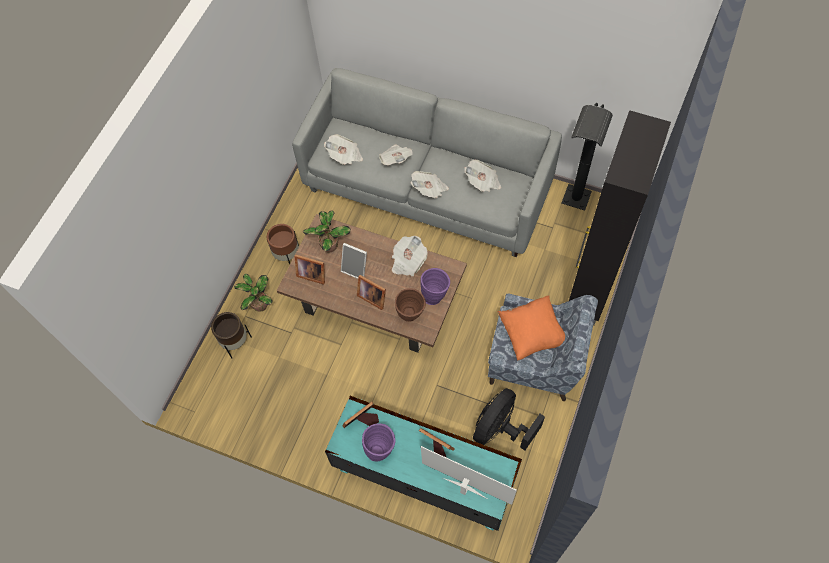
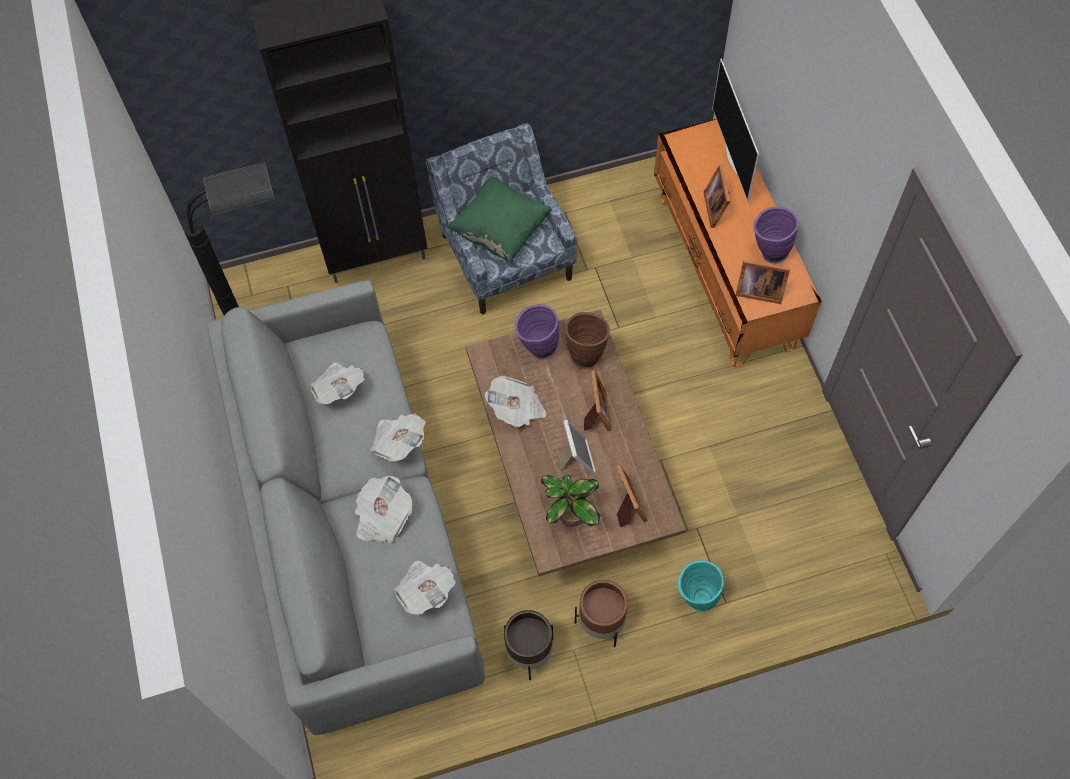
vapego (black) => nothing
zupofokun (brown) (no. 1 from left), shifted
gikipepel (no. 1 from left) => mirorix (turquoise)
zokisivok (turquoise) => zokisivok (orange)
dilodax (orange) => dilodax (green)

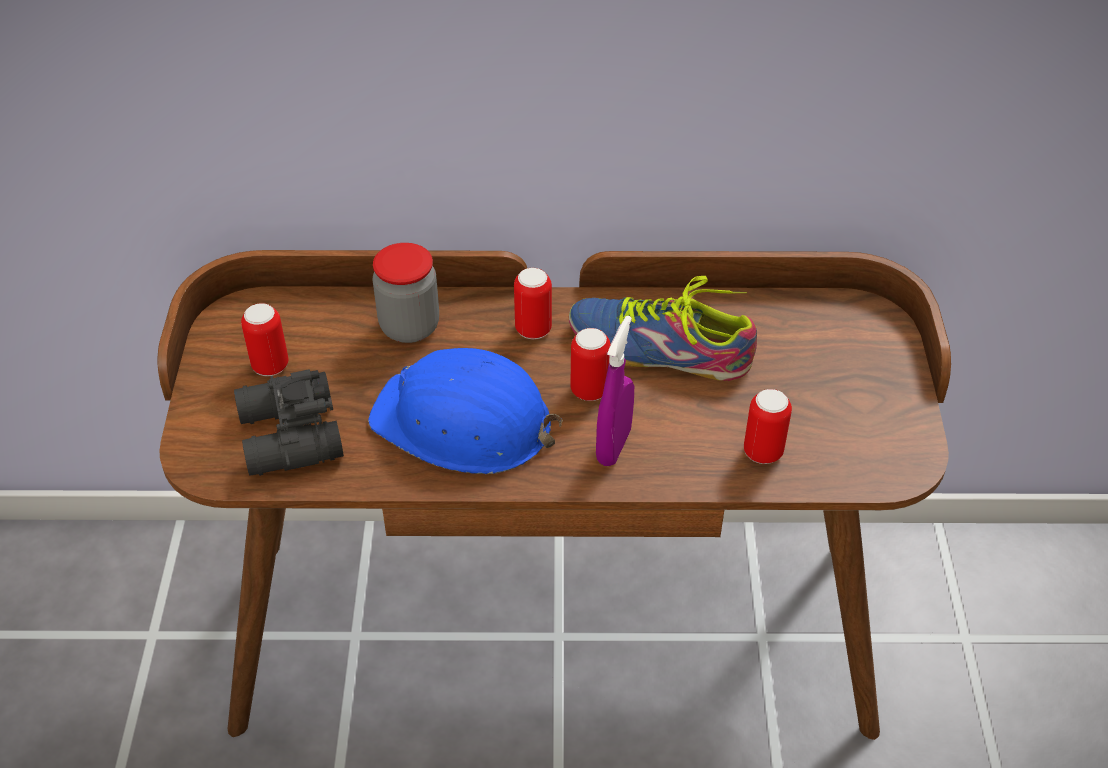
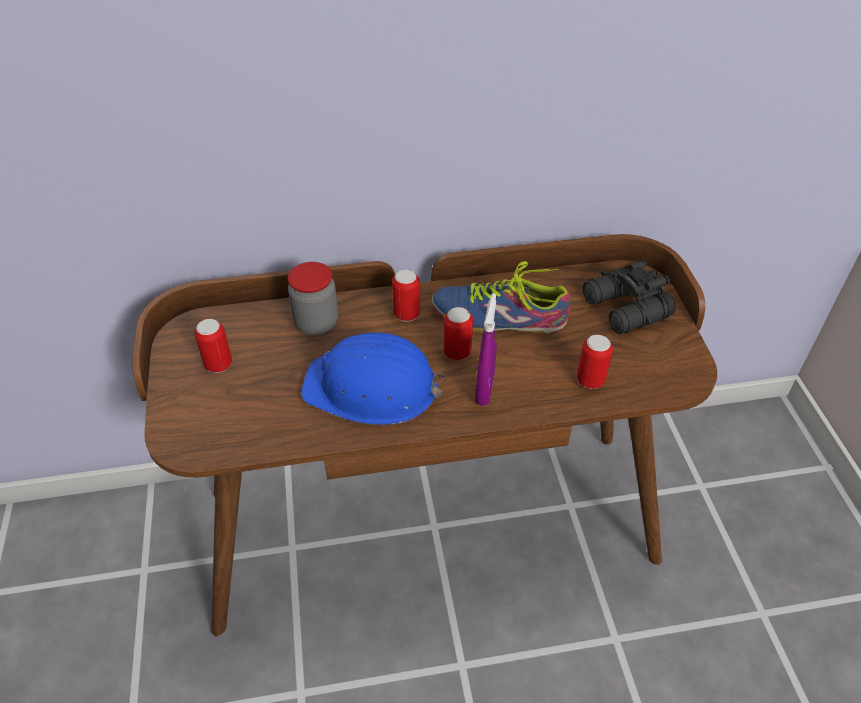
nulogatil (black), shifted

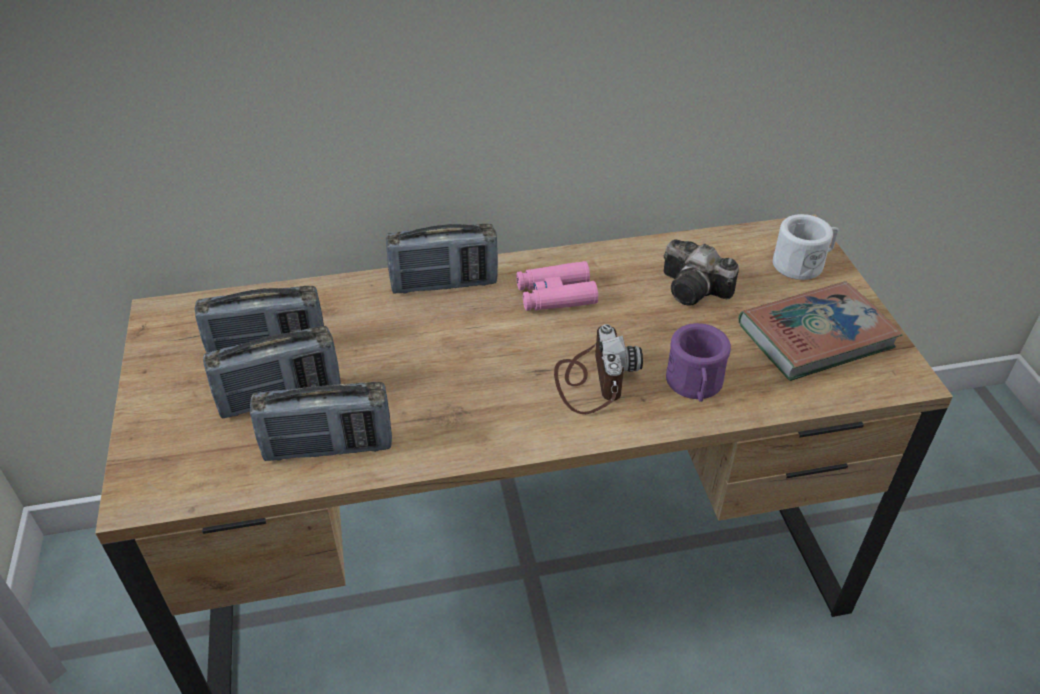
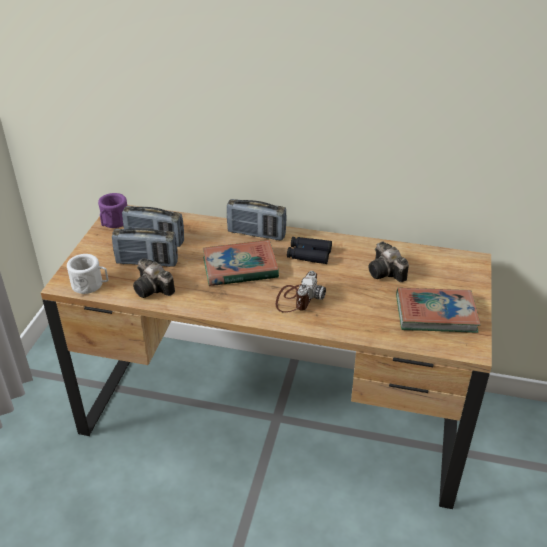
nothing => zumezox (no. 1 from left)
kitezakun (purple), shifted
kitezakun (white), shifted
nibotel (no. 3 from left) => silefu (no. 1 from left)
nulogatil (pink) => nulogatil (black)

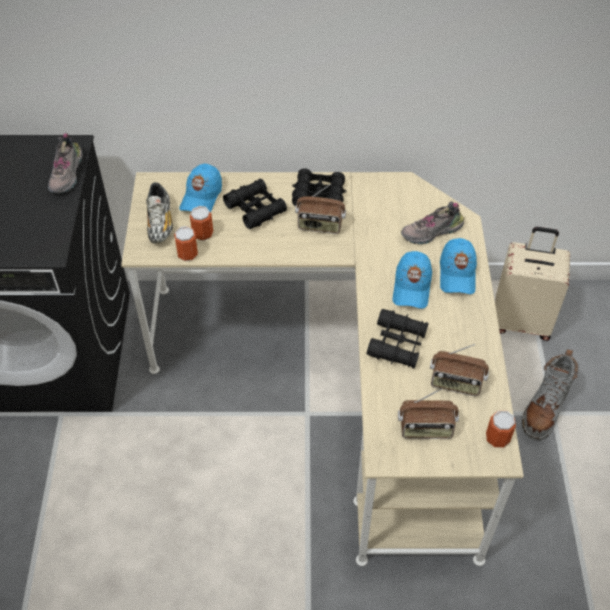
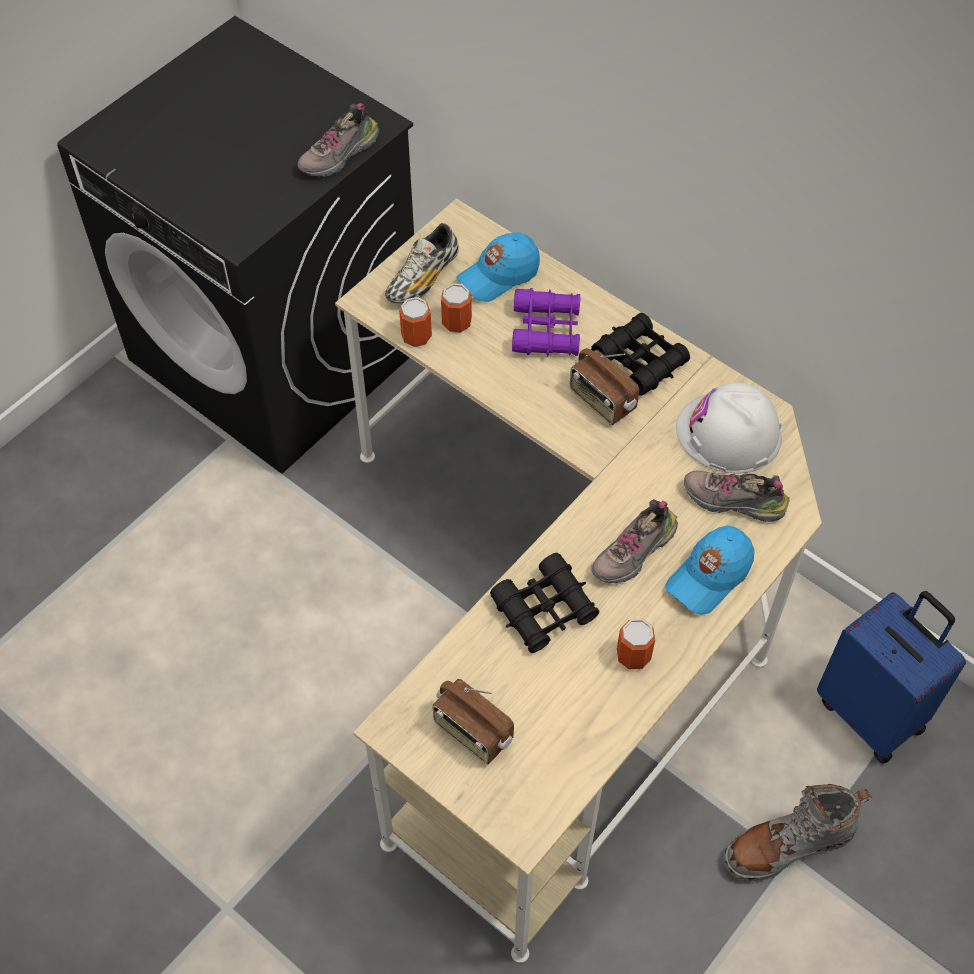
nibotel (no. 3 from left) => nothing
nothing => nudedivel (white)
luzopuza (no. 3 from left), shifted
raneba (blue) (no. 2 from left) => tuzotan (no. 3 from left)
nulogatil (black) (no. 1 from left) => nulogatil (purple)
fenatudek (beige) => fenatudek (blue)

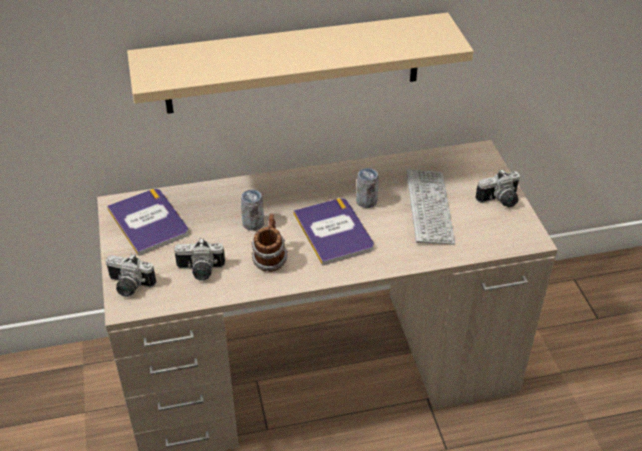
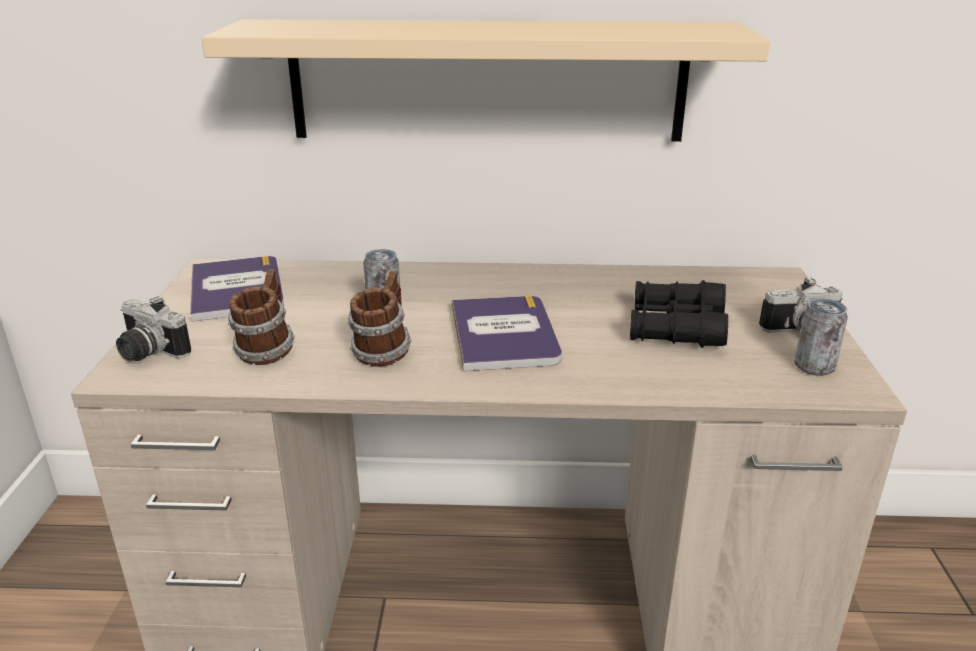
luzopuza (no. 2 from left), shifted
silefu (no. 2 from left) => kitezakun (no. 1 from left)
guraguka => nulogatil (black)

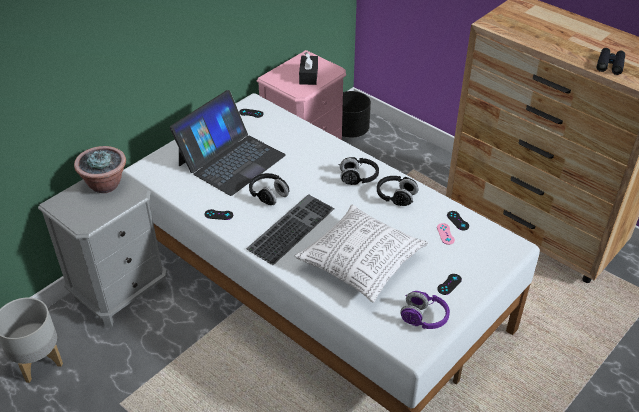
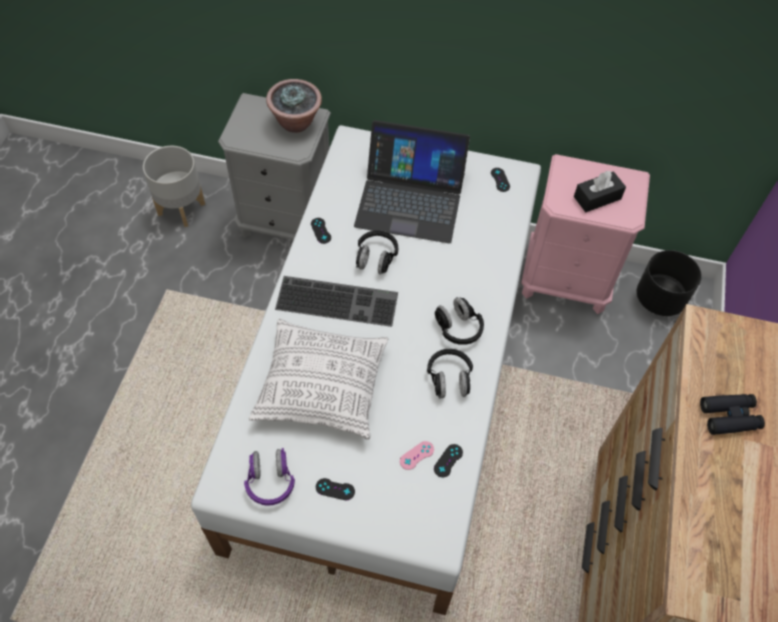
nulogatil (black), shifted

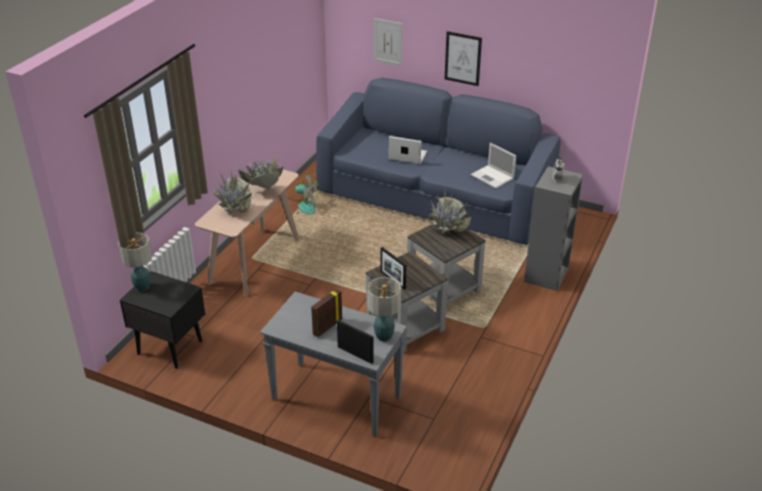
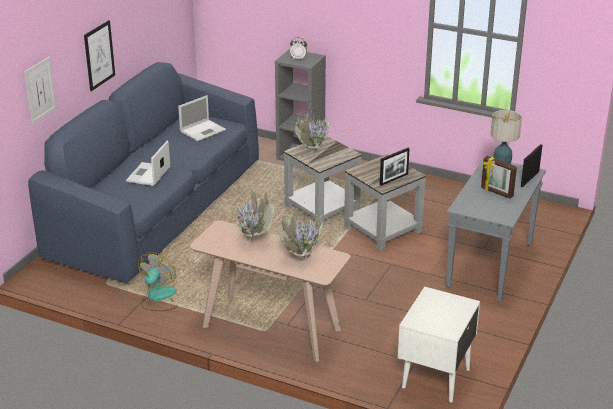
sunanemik (no. 1 from left) => nothing
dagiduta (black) => dagiduta (white)

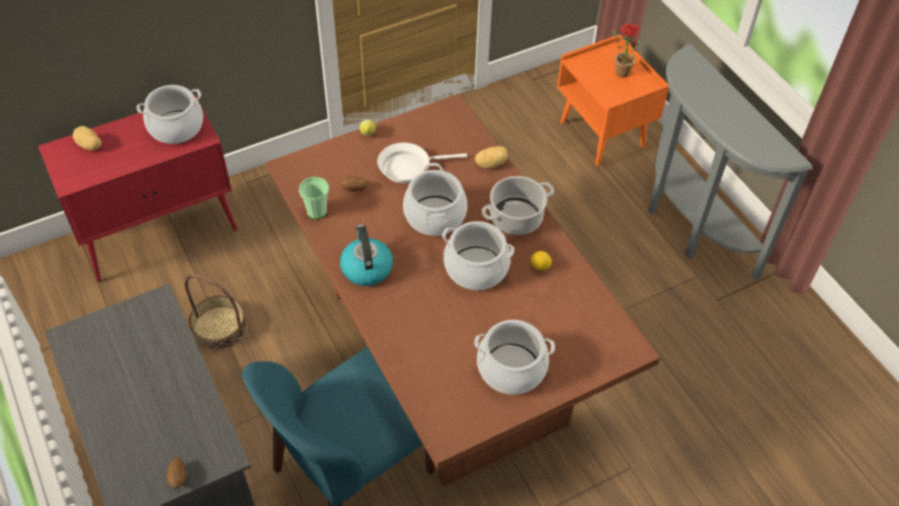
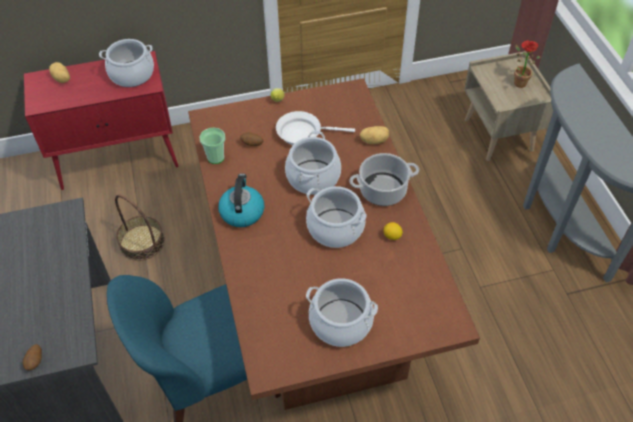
dagiduta (orange) => dagiduta (beige)

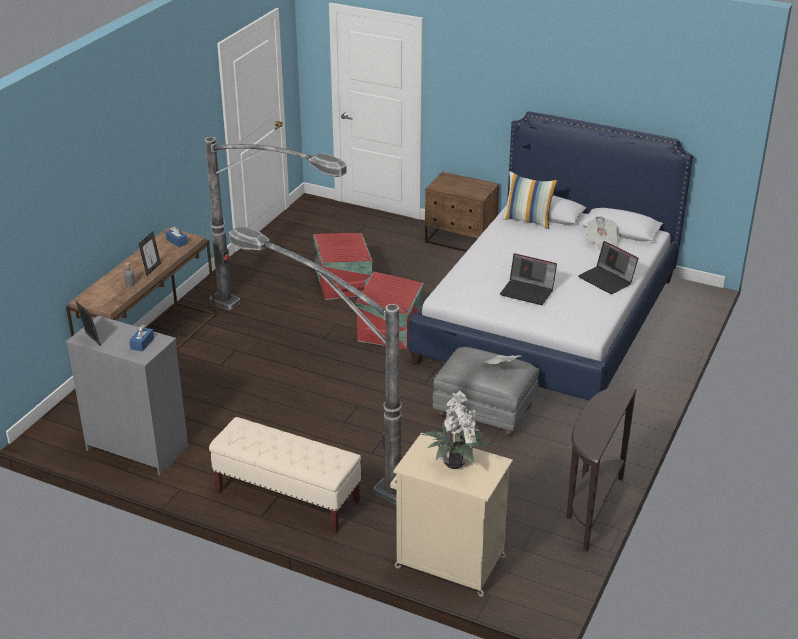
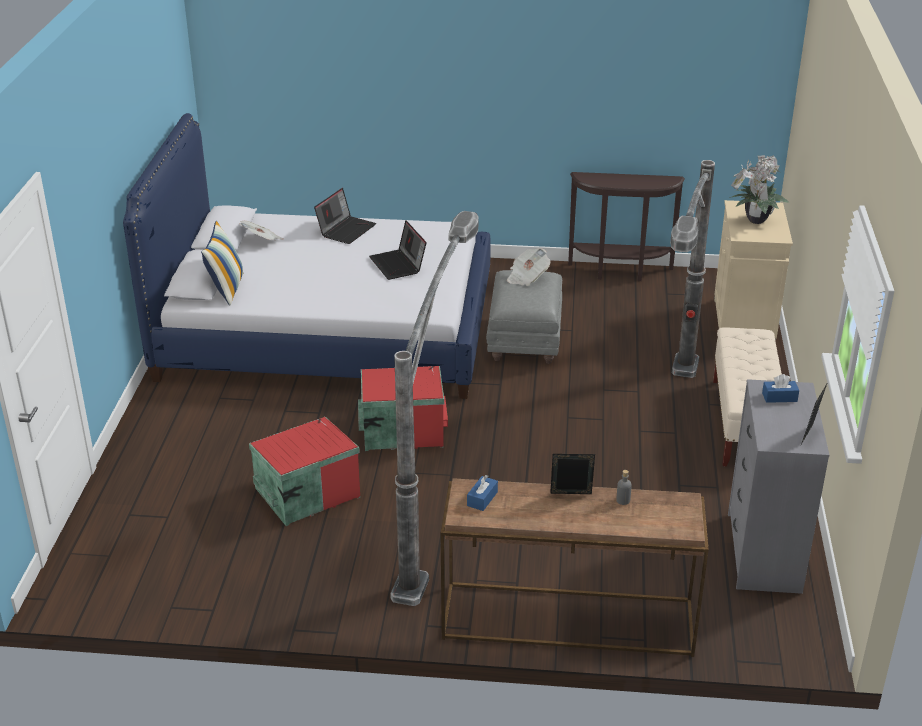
dagiduta (brown) => nothing
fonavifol (no. 1 from left in the first image) => fonavifol (no. 2 from left), 150 degrees clockwise

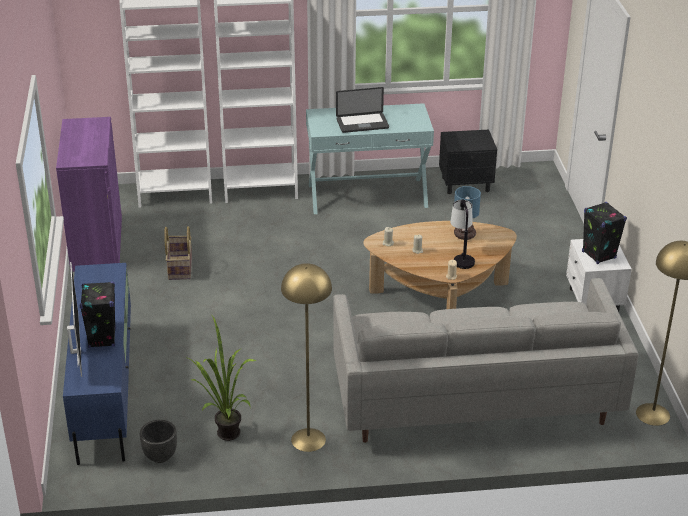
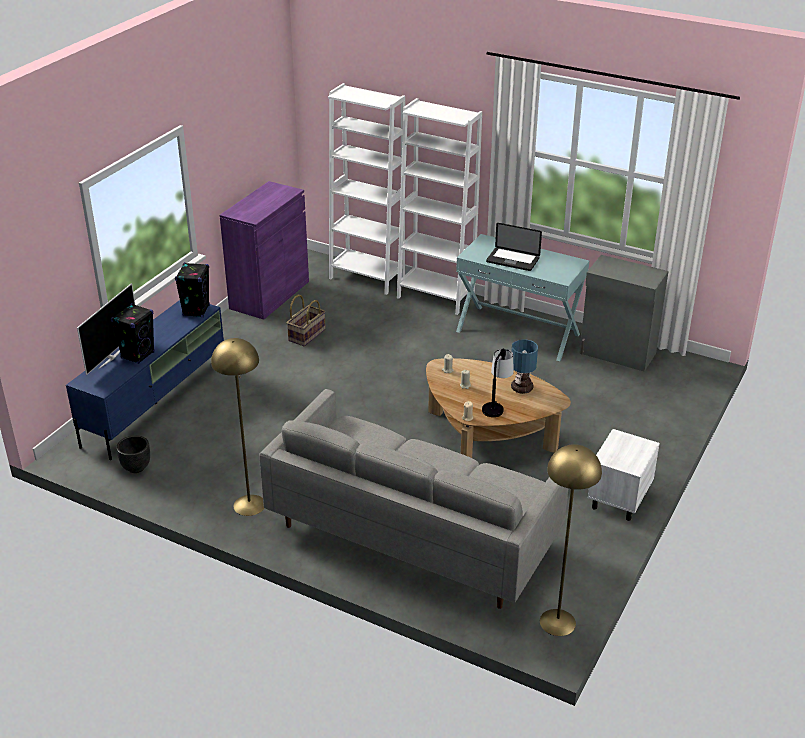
gikipepel => nothing
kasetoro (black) (no. 2 from left), shifted
dagiduta (black) => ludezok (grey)

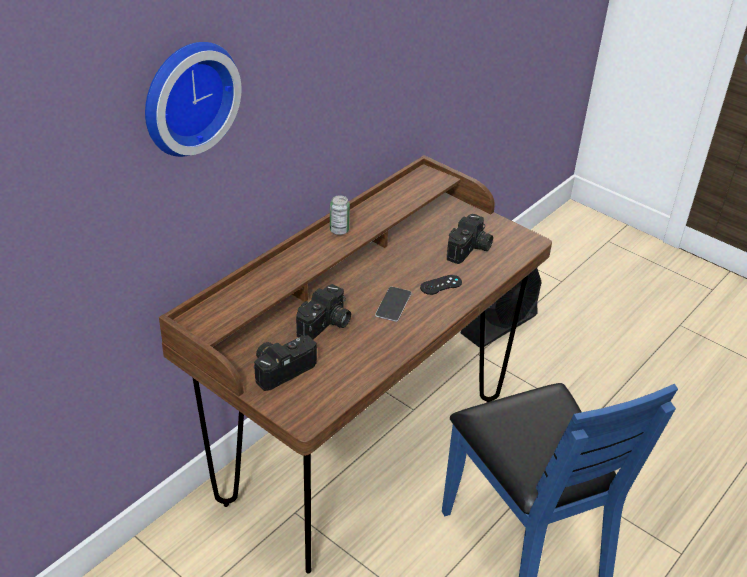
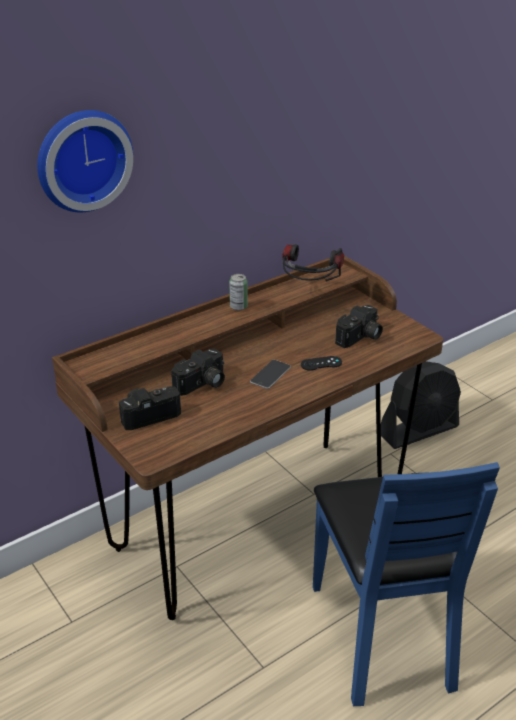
nothing => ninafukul

